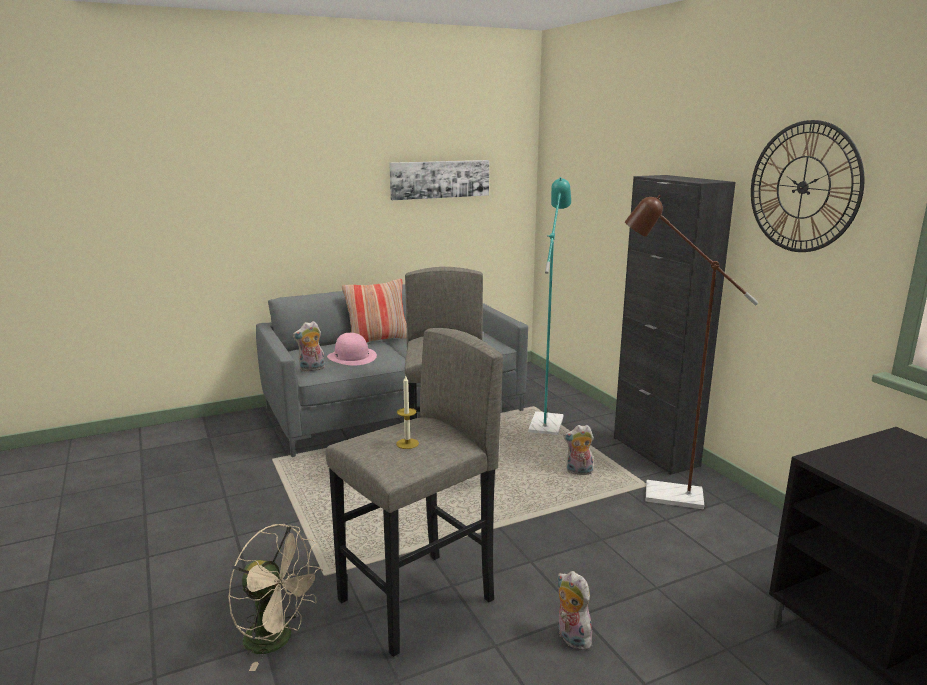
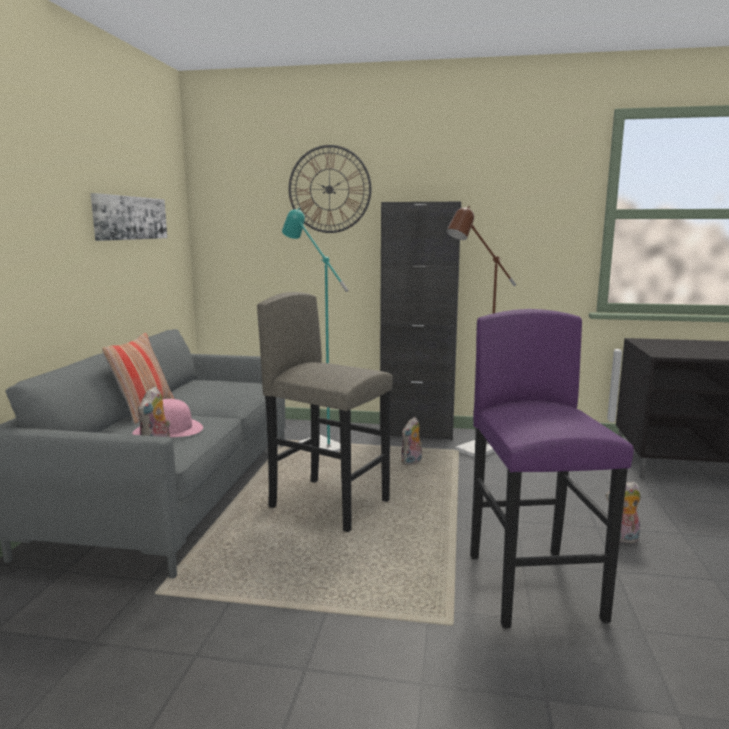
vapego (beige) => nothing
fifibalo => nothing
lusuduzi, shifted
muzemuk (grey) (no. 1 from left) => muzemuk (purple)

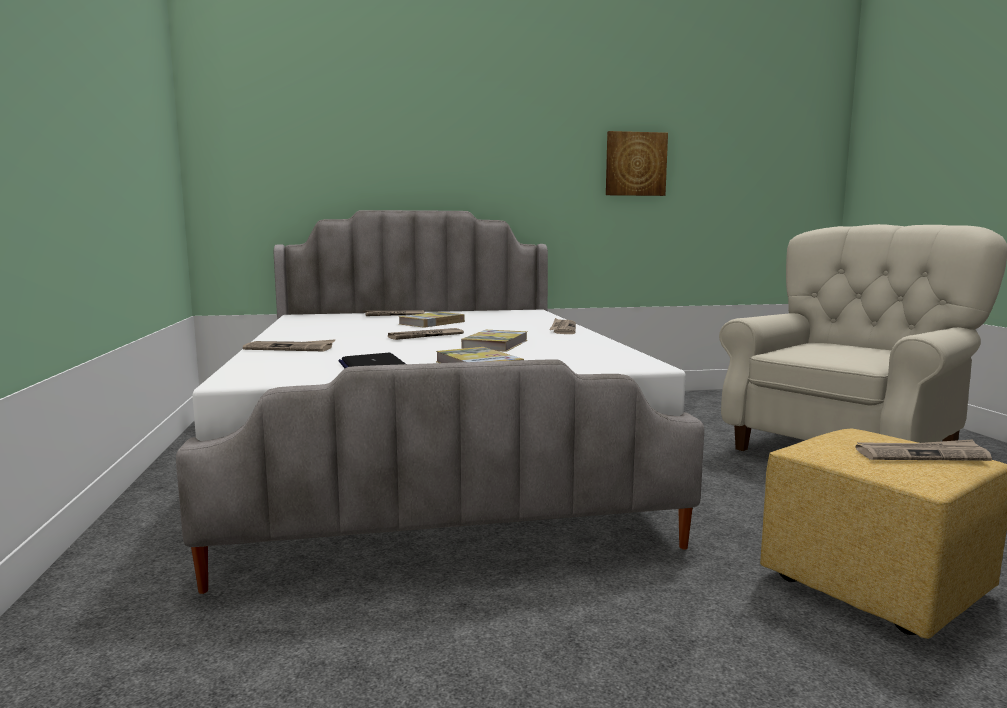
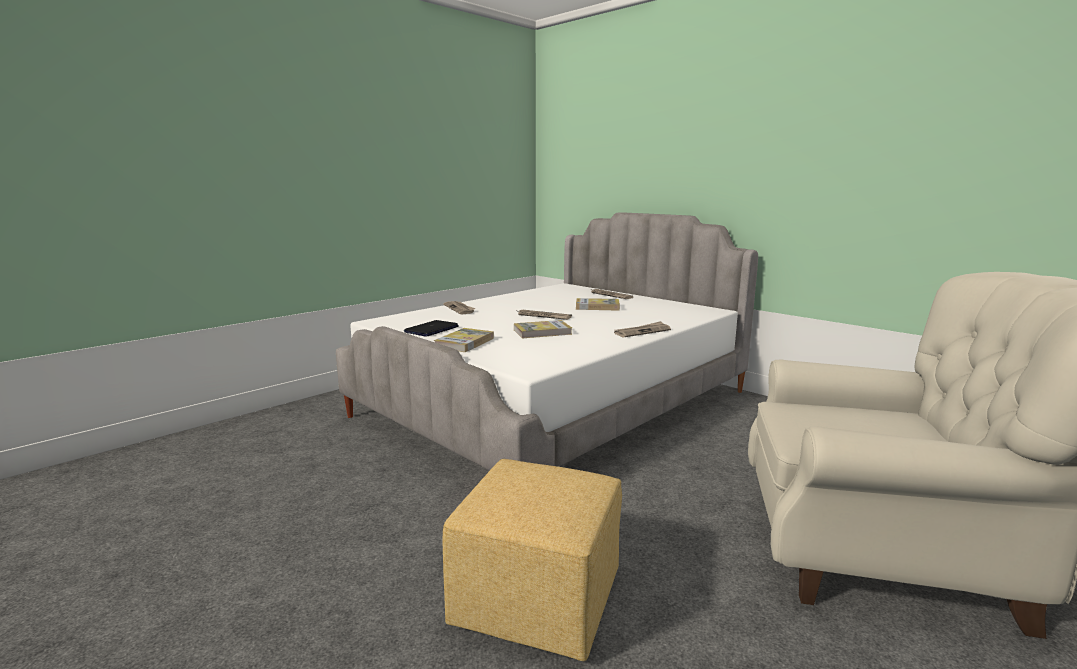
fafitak => nothing
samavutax (no. 5 from left) => nothing

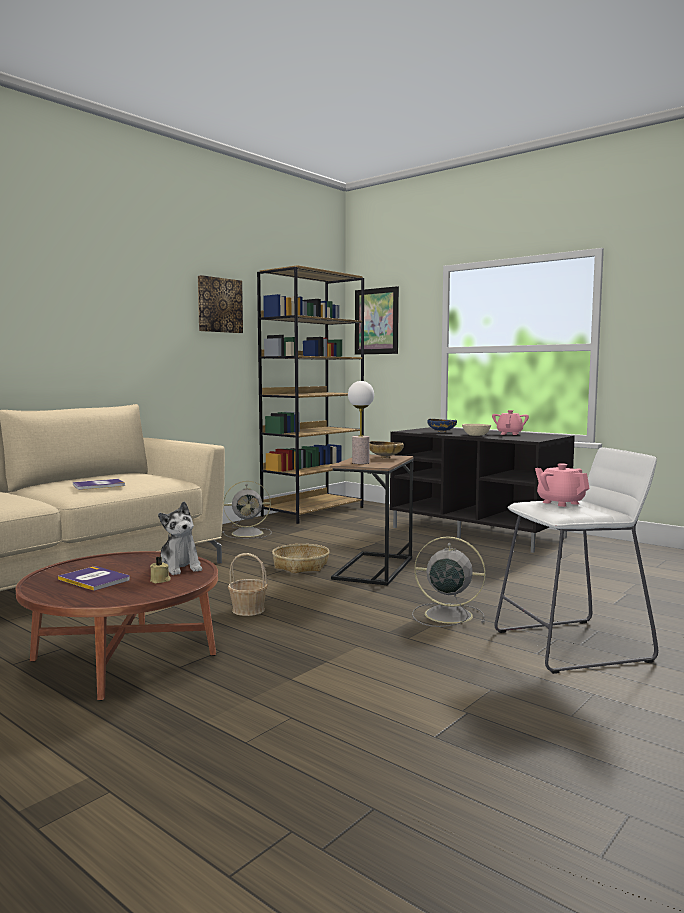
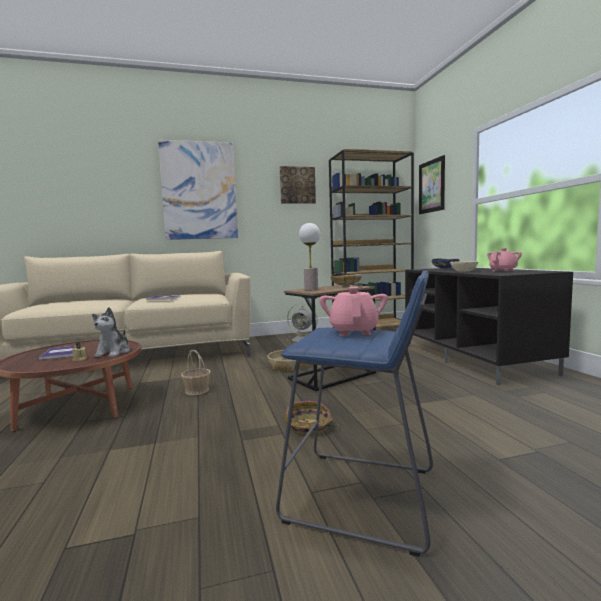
nothing => fafitak (no. 1 from left)
vapego (grey) (no. 2 from left) => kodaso (no. 3 from left)
muzemuk (white) => muzemuk (blue)

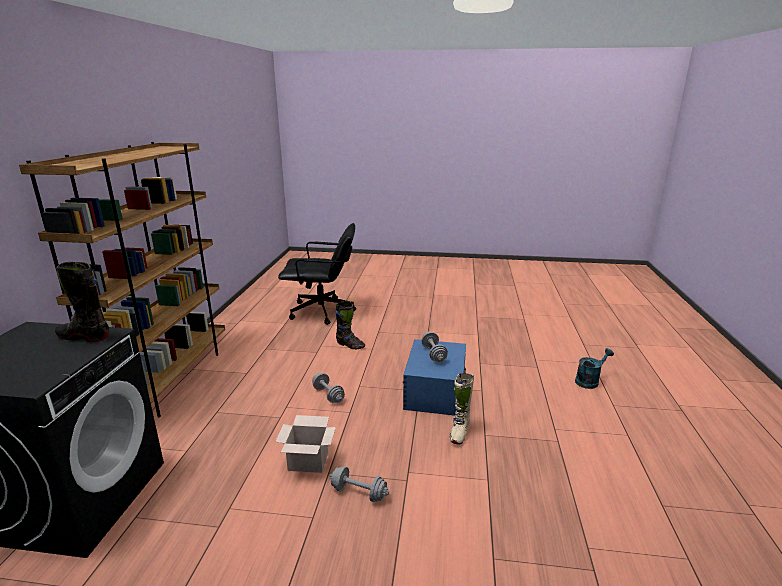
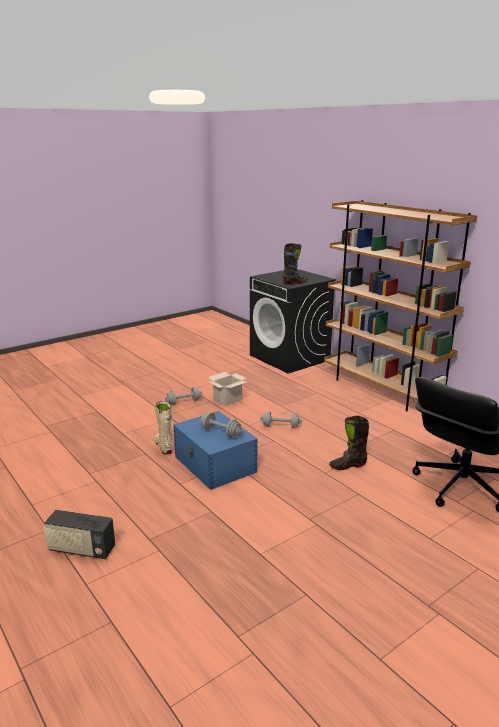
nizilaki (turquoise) => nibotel

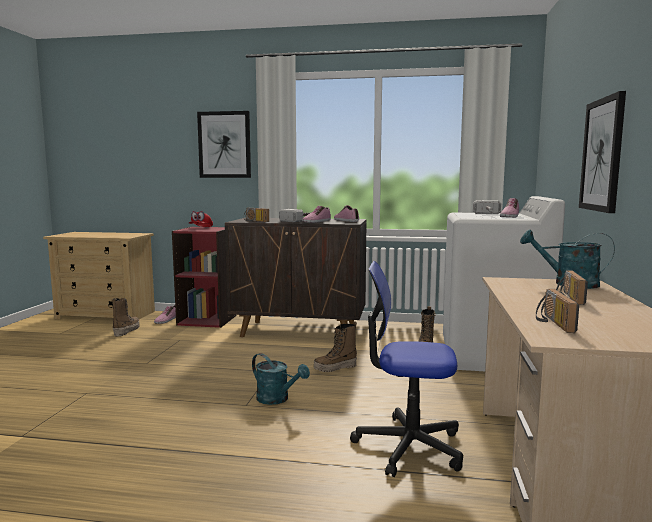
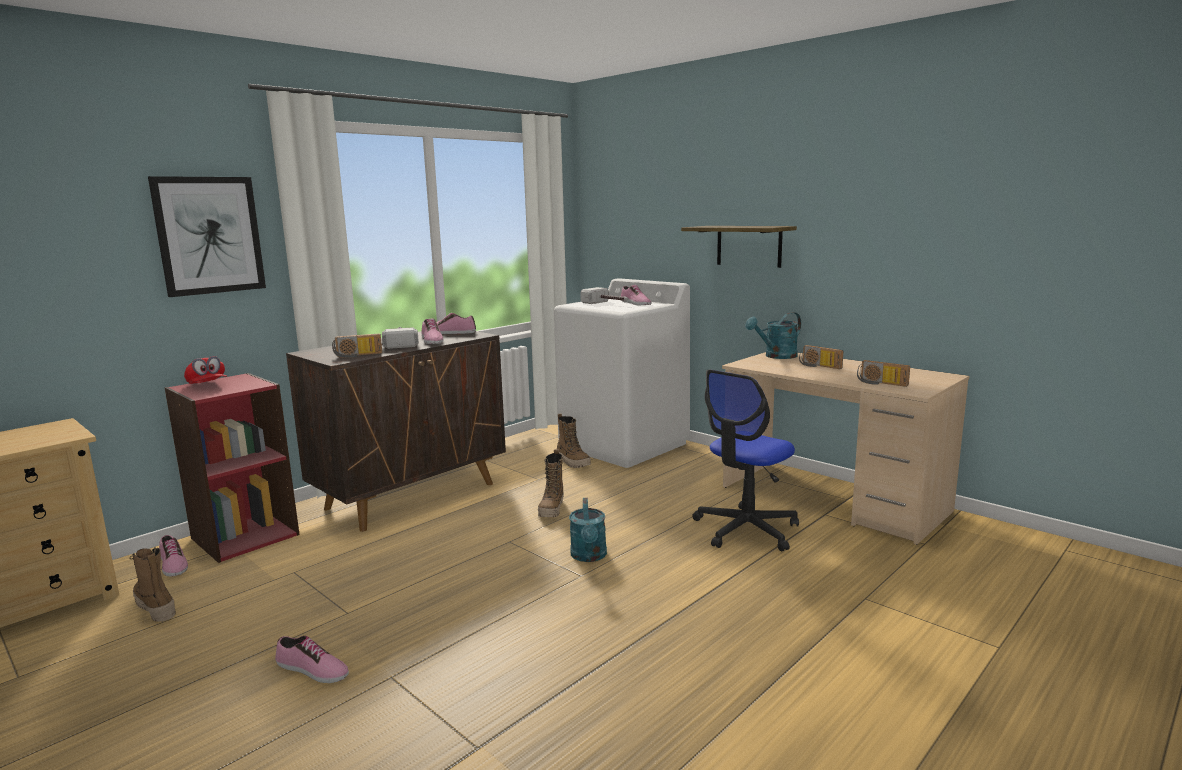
nothing => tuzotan (no. 2 from left)
fafitak (no. 2 from left) => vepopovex
nizilaki (turquoise) (no. 1 from left), 105 degrees clockwise

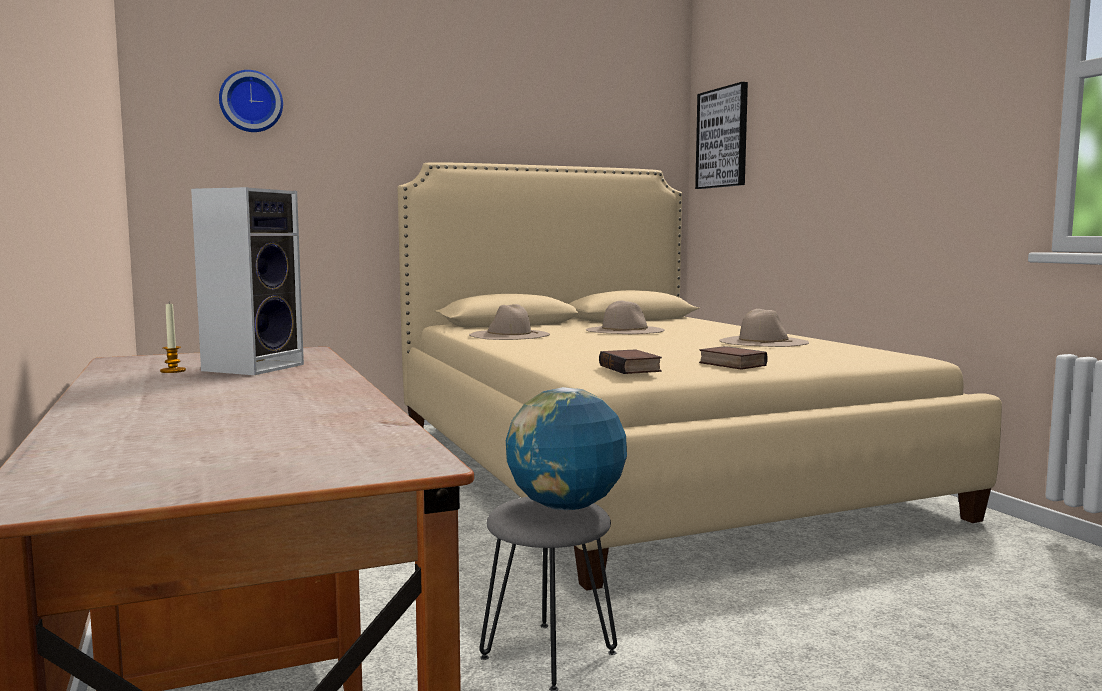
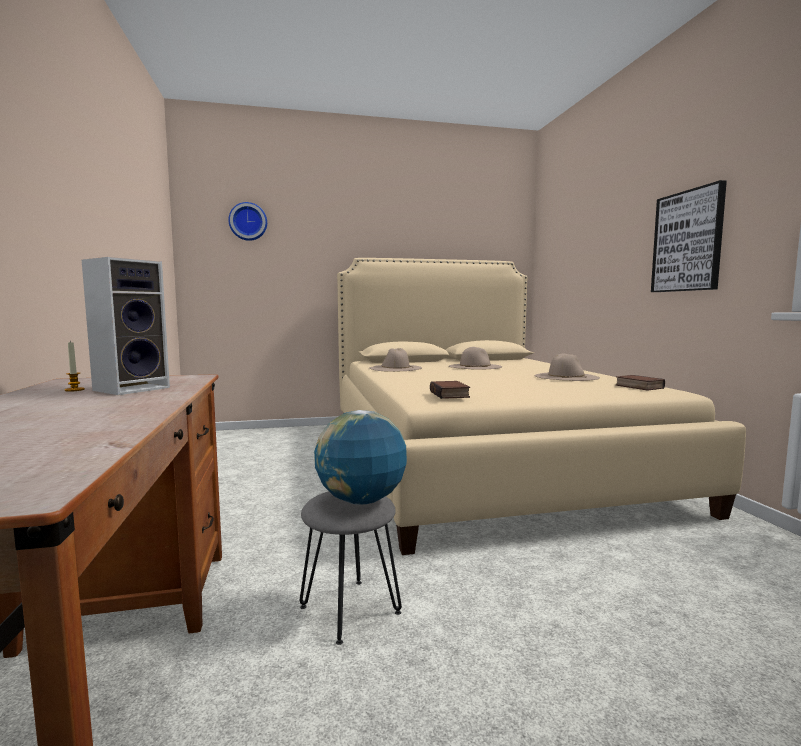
fafitak, shifted
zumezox (no. 2 from left), shifted

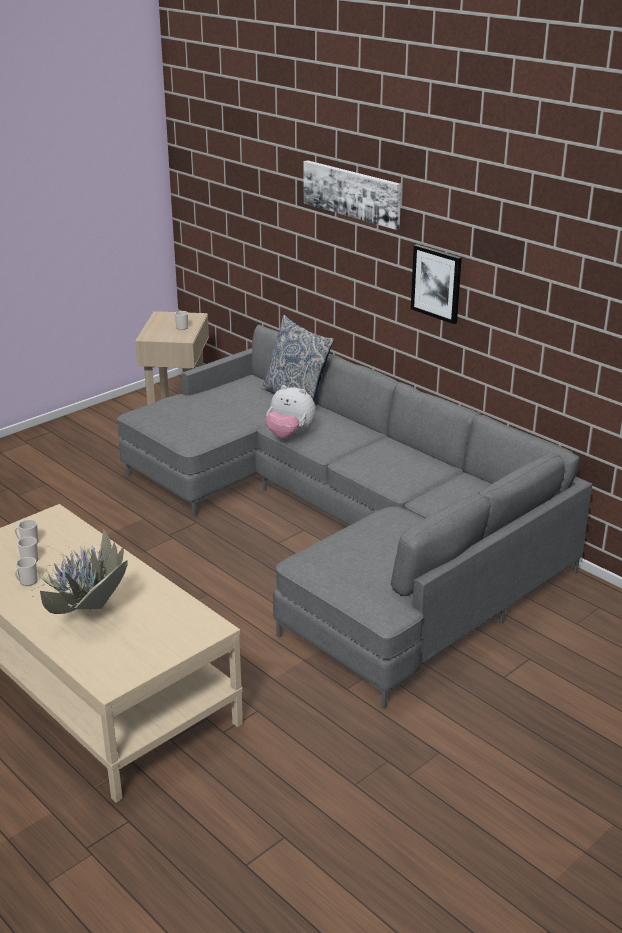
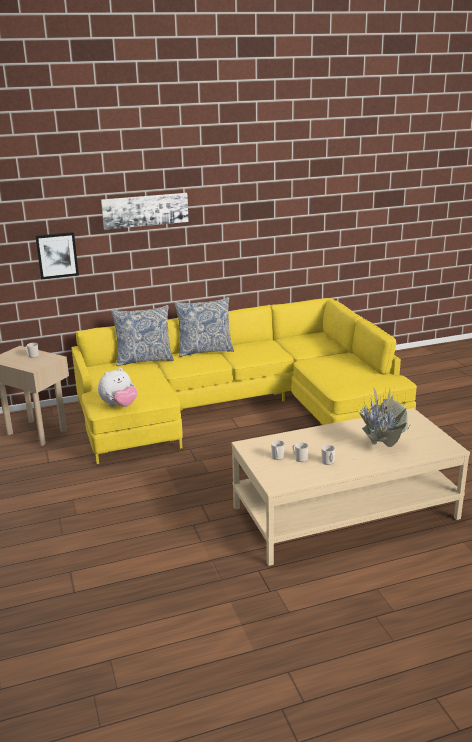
nothing => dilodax (no. 2 from left)
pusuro, shifted
fafitak (no. 2 from left in the first image) => fafitak (no. 1 from left), shifted
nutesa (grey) => nutesa (yellow)

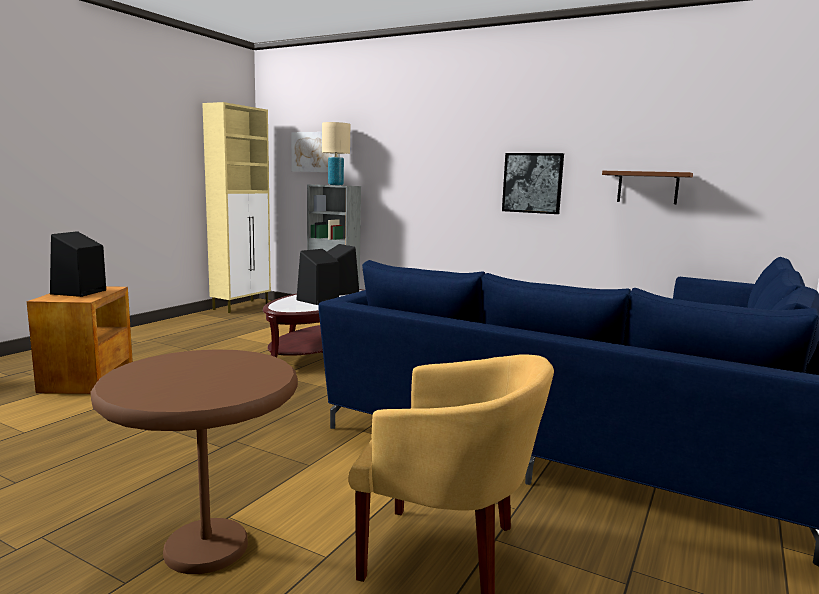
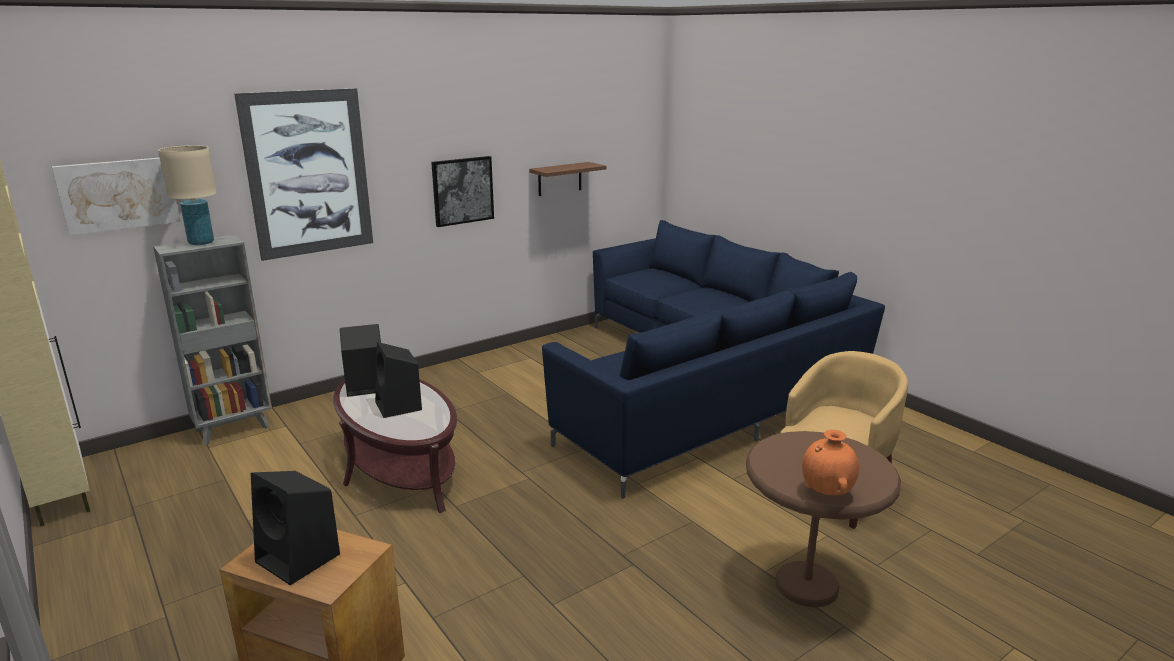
nothing => fafitak (no. 2 from left)
nothing => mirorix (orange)

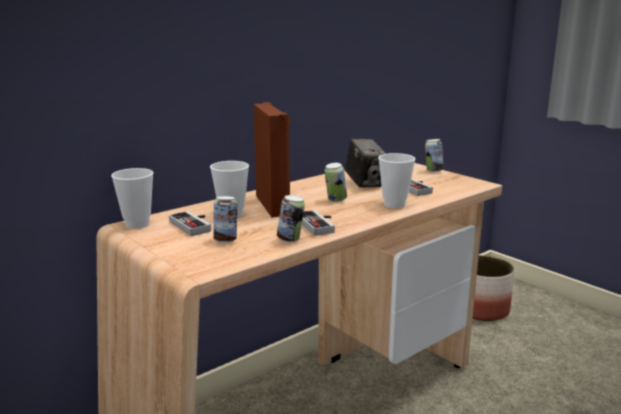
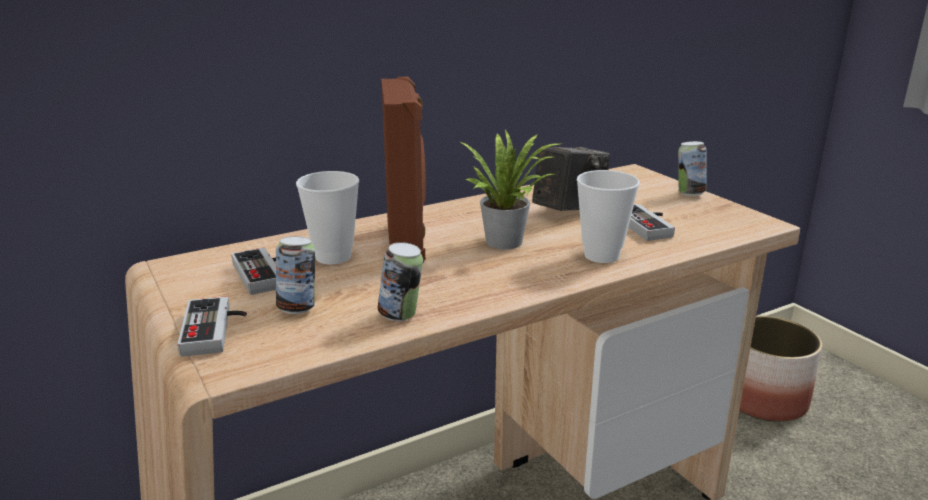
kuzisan (no. 1 from left) => nothing
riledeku (no. 2 from left in the first image) => riledeku (no. 1 from left), shifted
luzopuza (no. 3 from left) => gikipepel
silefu, 120 degrees counterclockwise

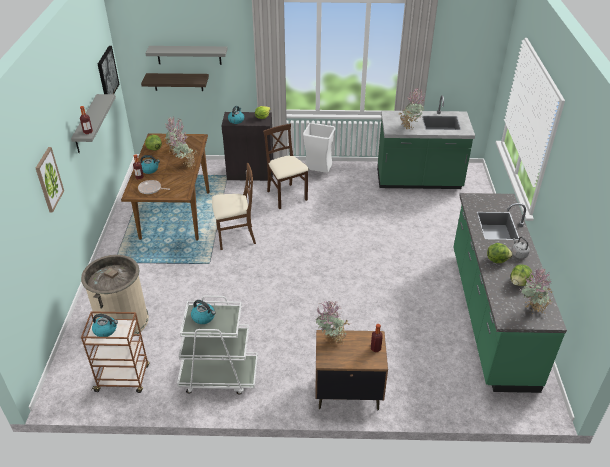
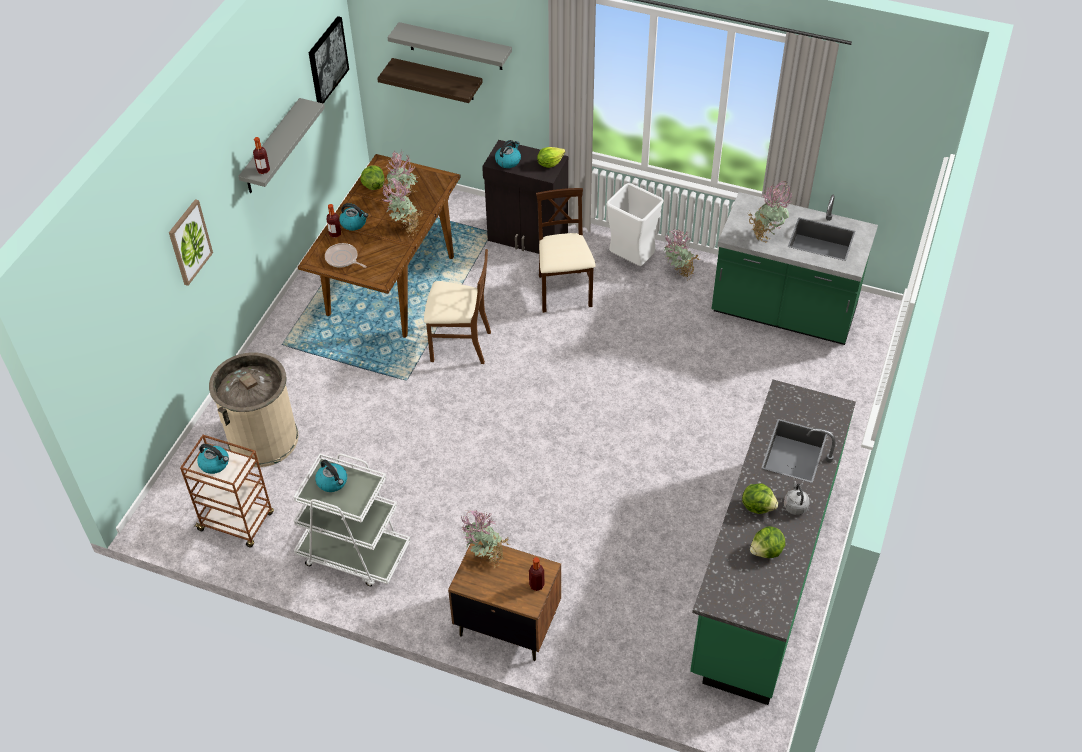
gikipepel (no. 5 from left in the first image) => gikipepel (no. 4 from left), shifted

